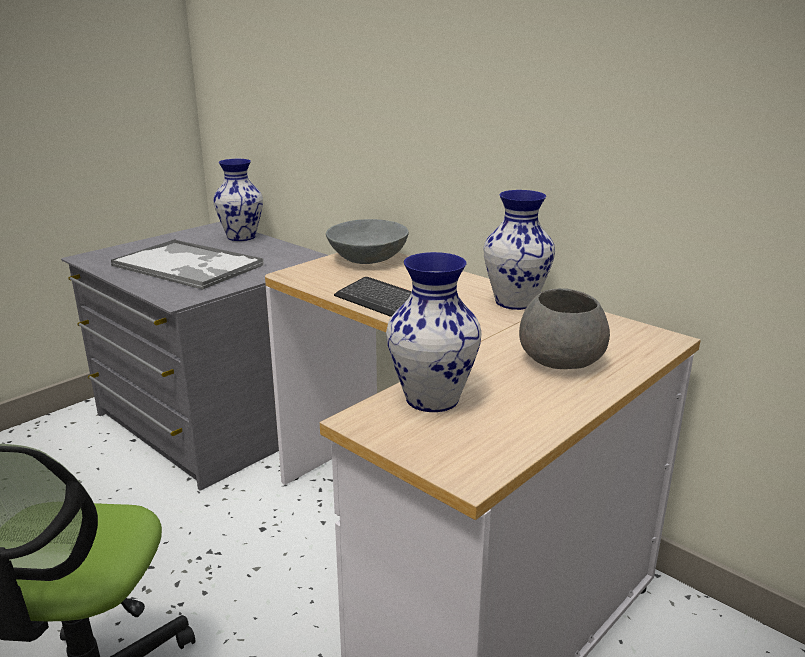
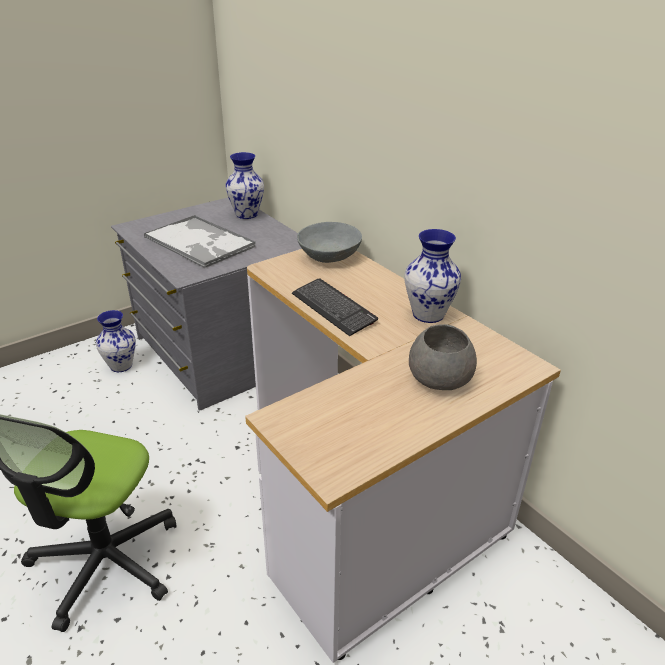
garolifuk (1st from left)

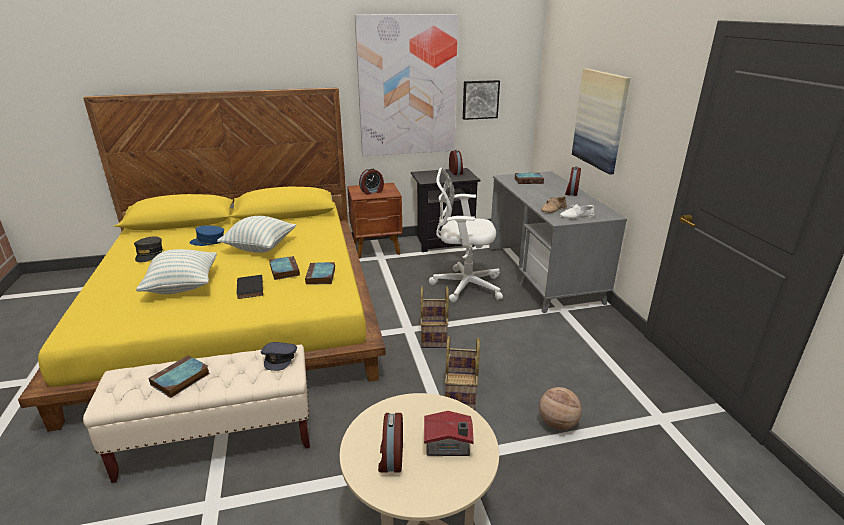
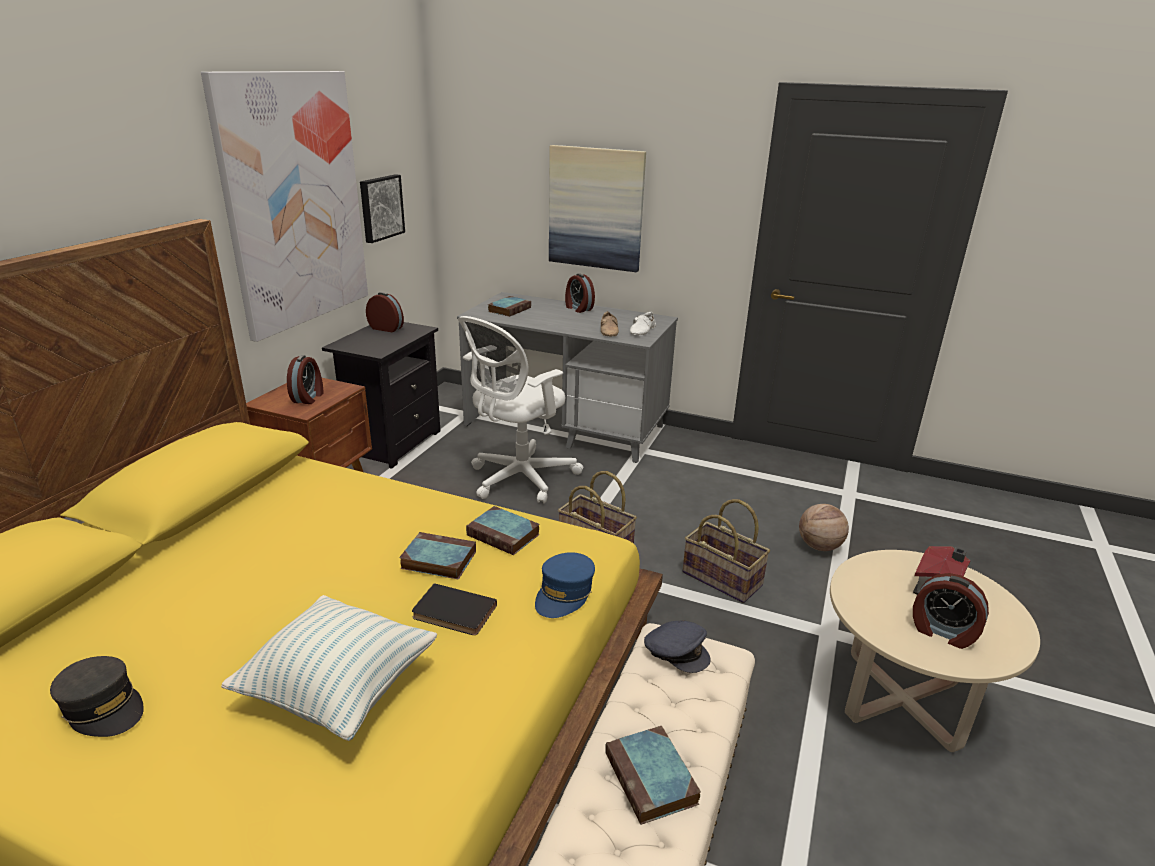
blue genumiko
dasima (2nd from left in the first image)

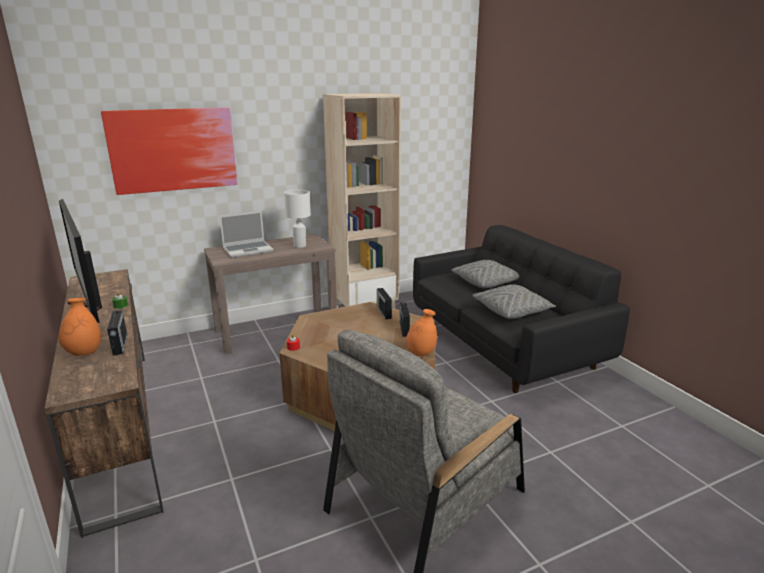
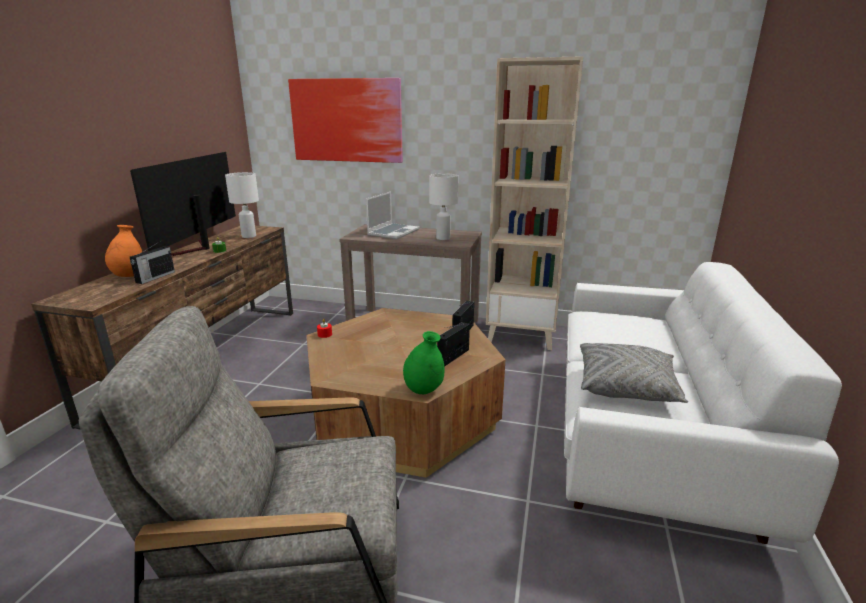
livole
green garolifuk
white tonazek
grey dasima (1st from left in the first image)
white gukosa (1st from left)

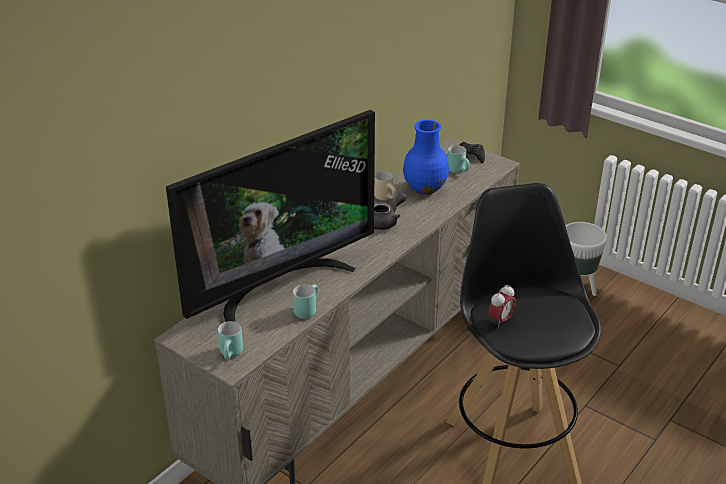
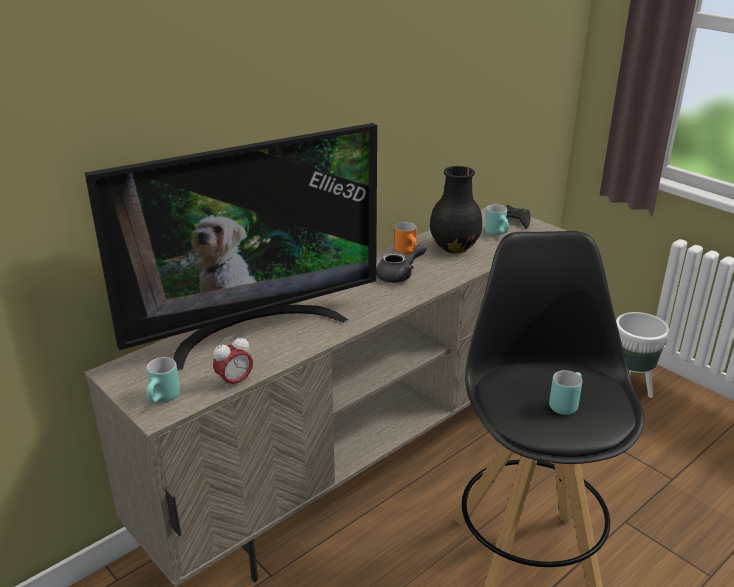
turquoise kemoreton (3rd from left)
orange kemoreton
black garolifuk
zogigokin

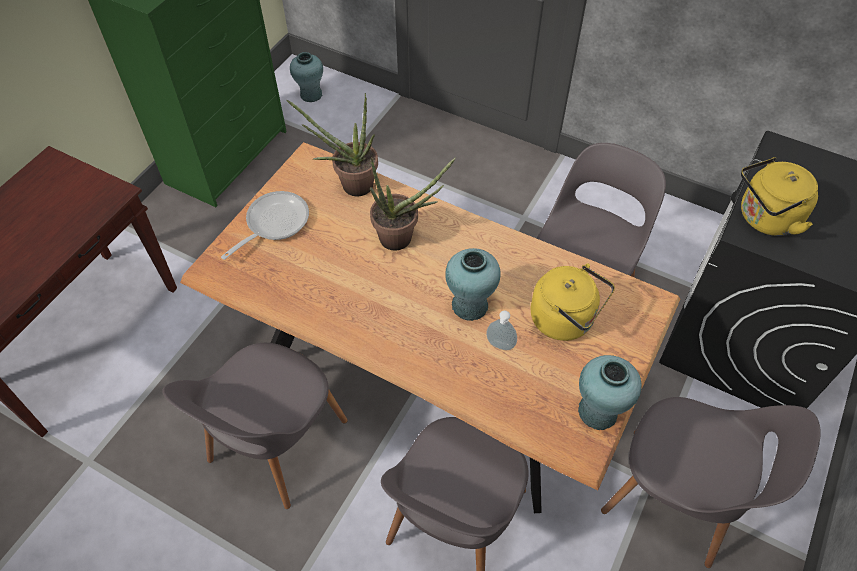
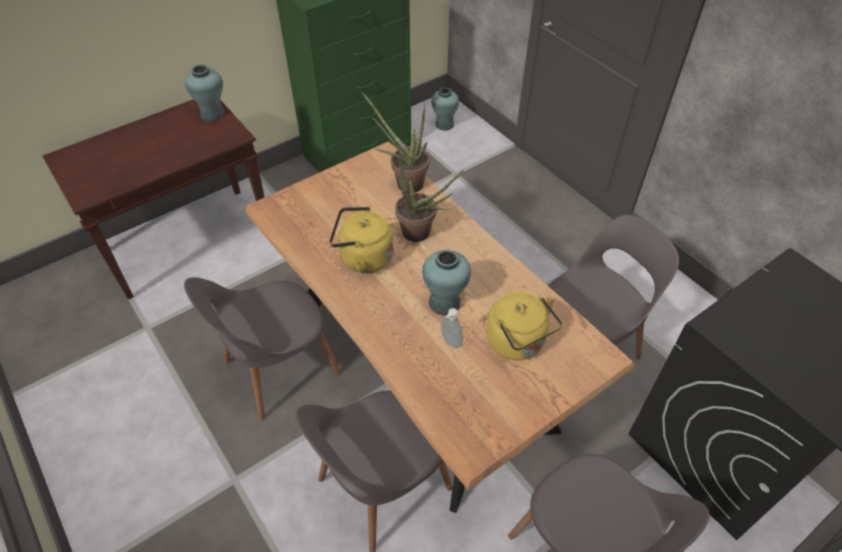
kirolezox
turquoise garolifuk (1st from left)
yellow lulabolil (1st from left)

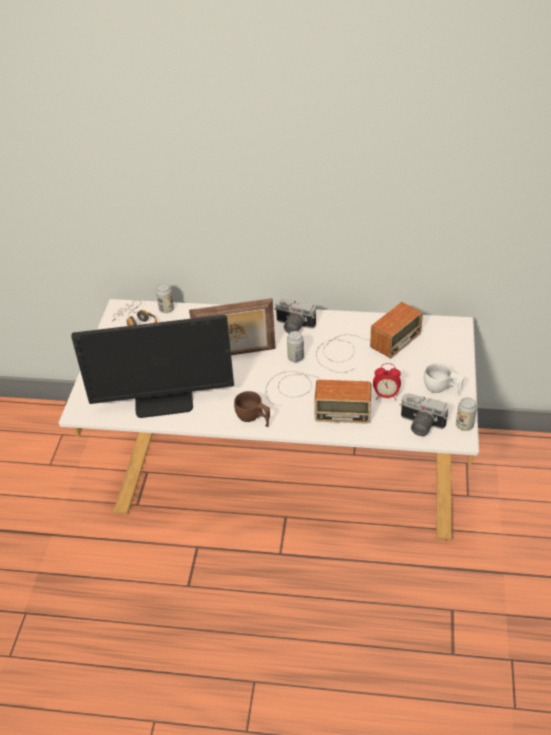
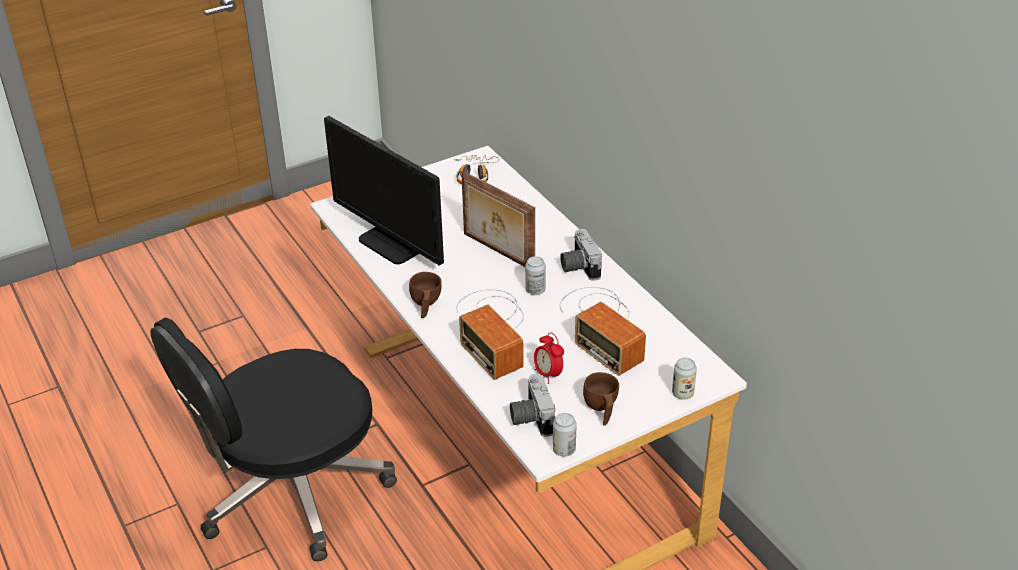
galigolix (3rd from left)
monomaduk (2nd from left)
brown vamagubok (2nd from left)
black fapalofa

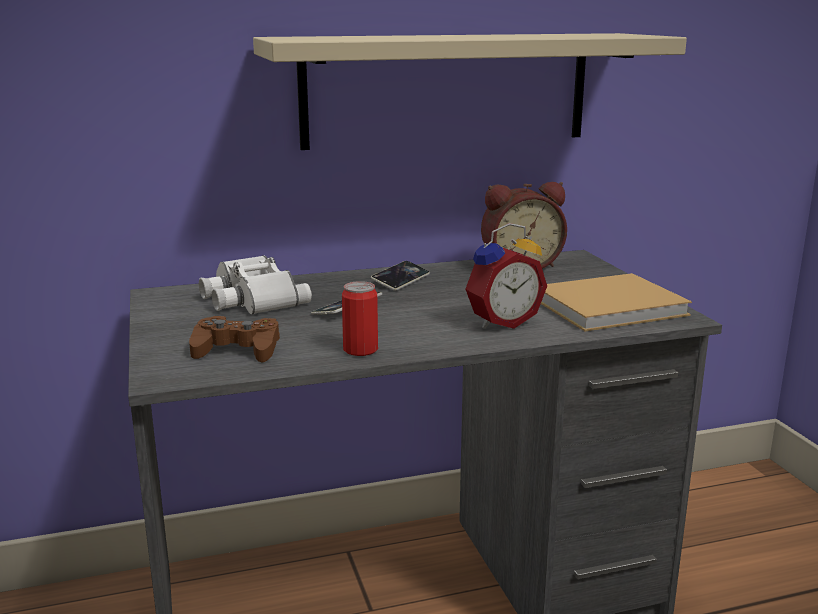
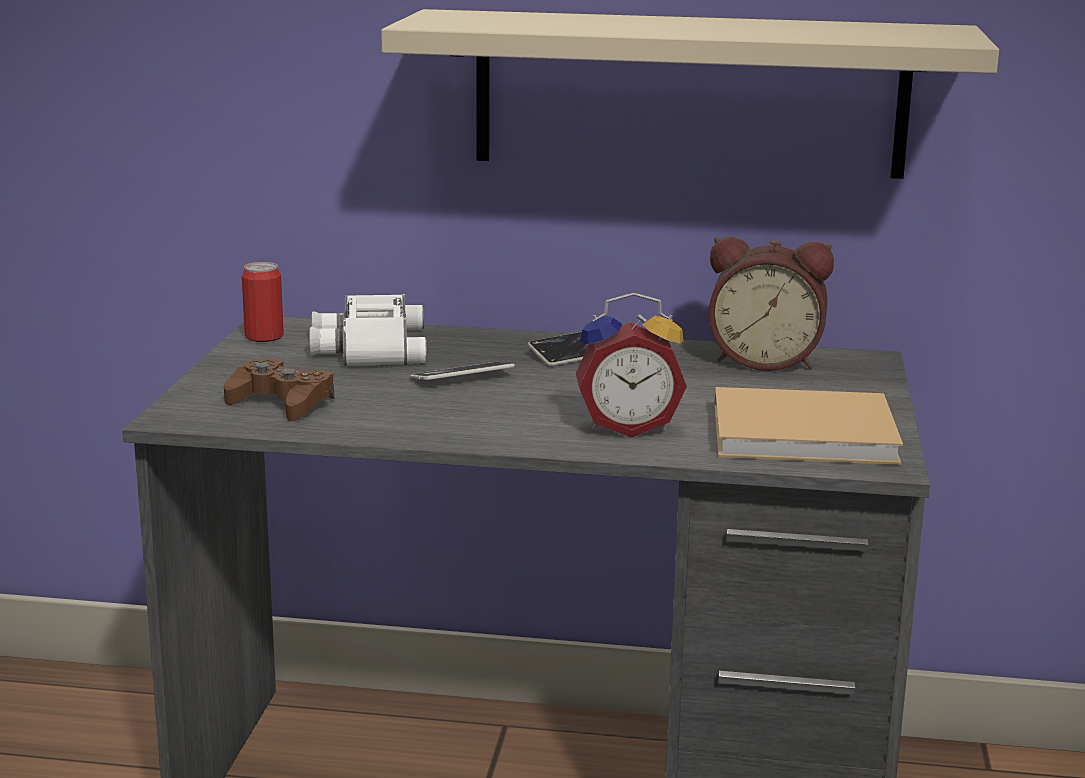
galigolix

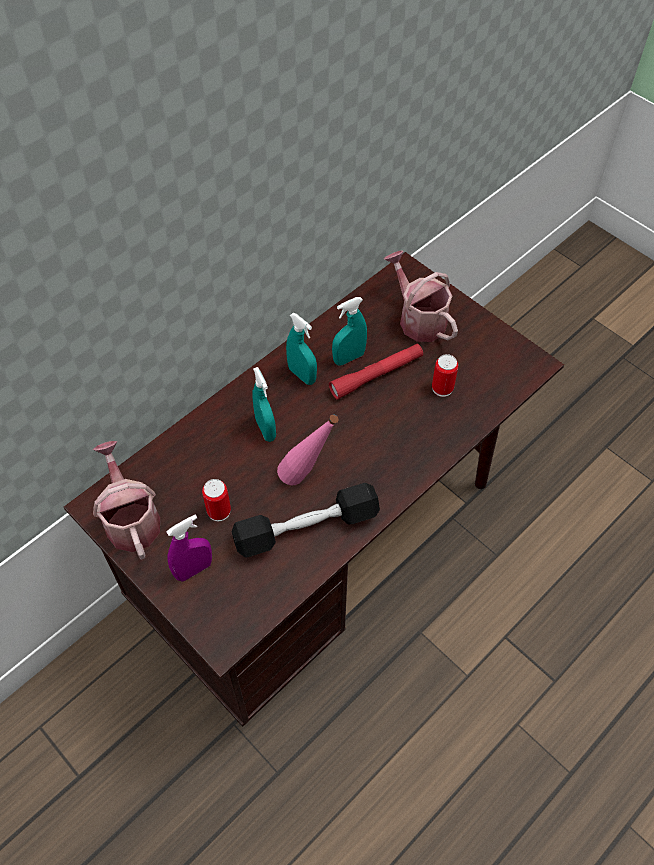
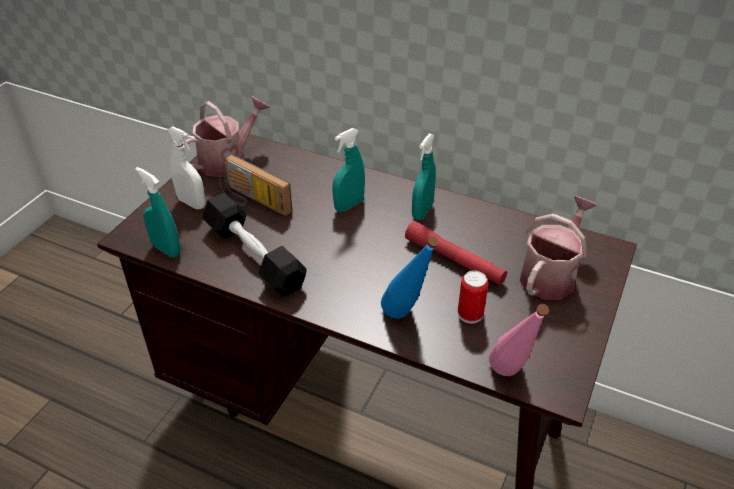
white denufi
monomaduk
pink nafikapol
turquoise denufi (1st from left)
blue nafikapol

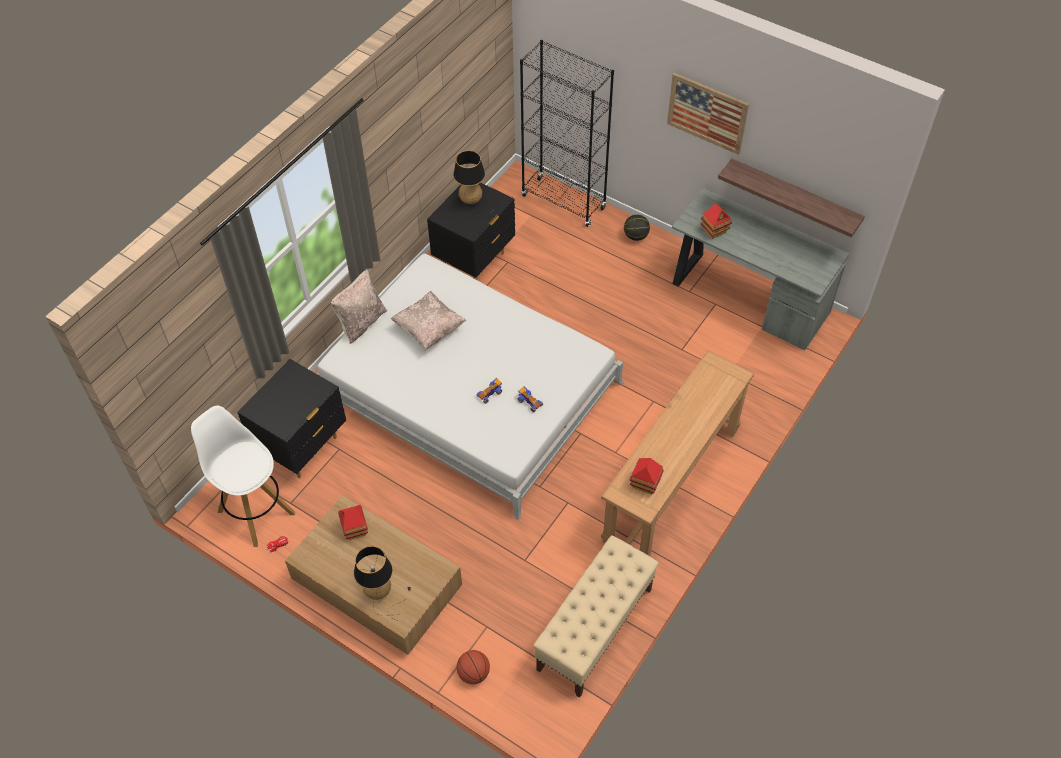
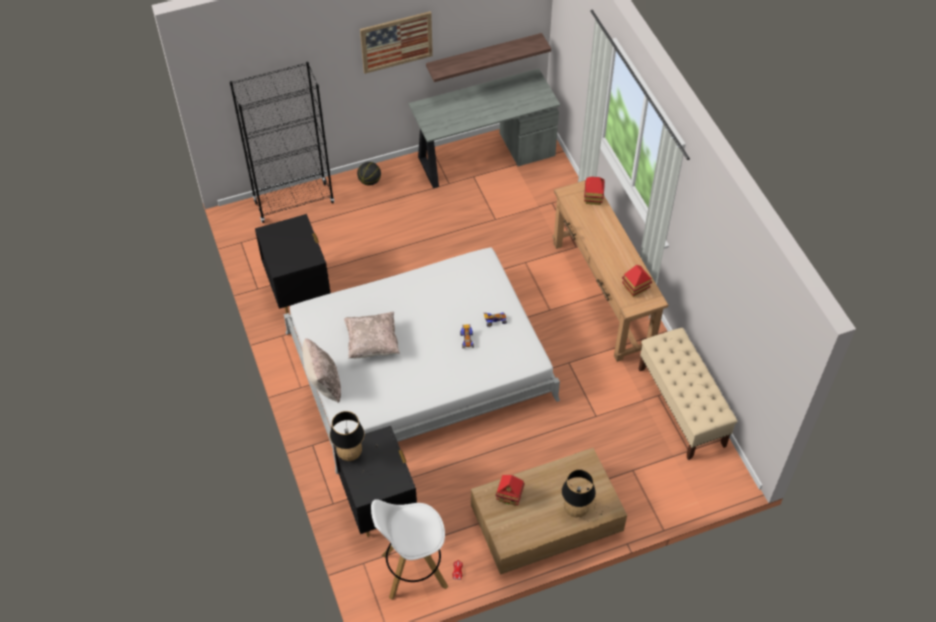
gukosa (1st from left)
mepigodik (1st from left in the first image)
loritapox (2nd from left)

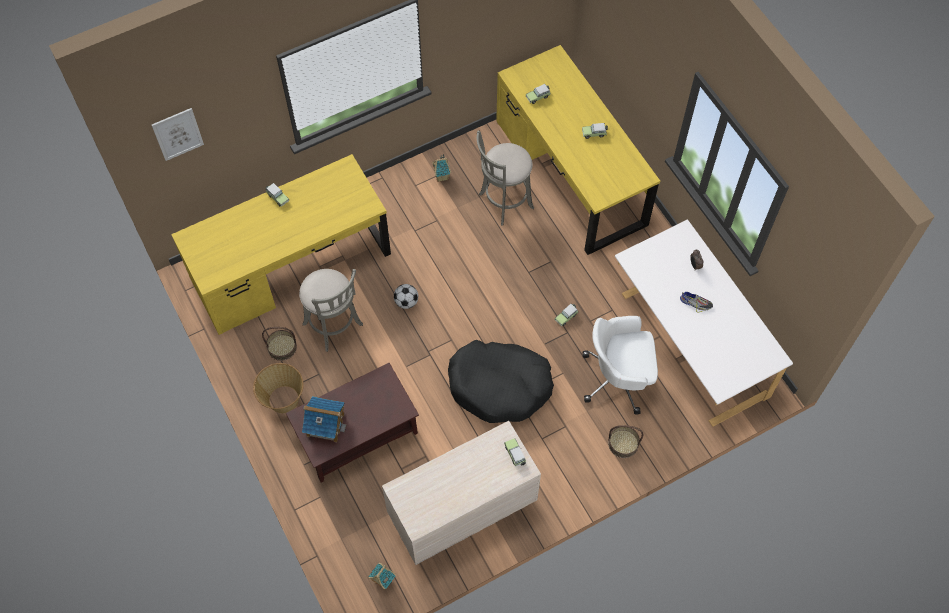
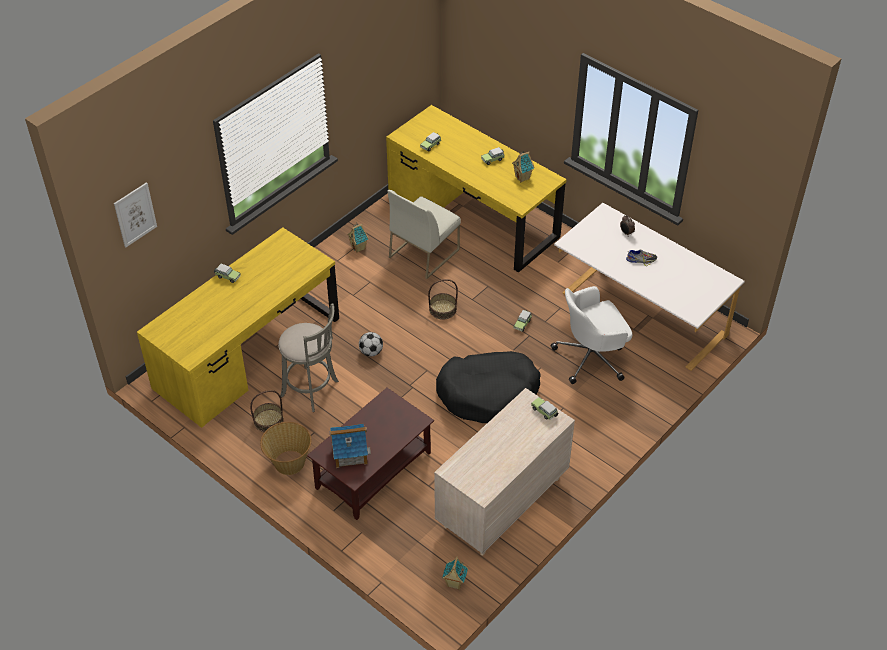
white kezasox
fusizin (3rd from left)
loritapox (4th from left)

